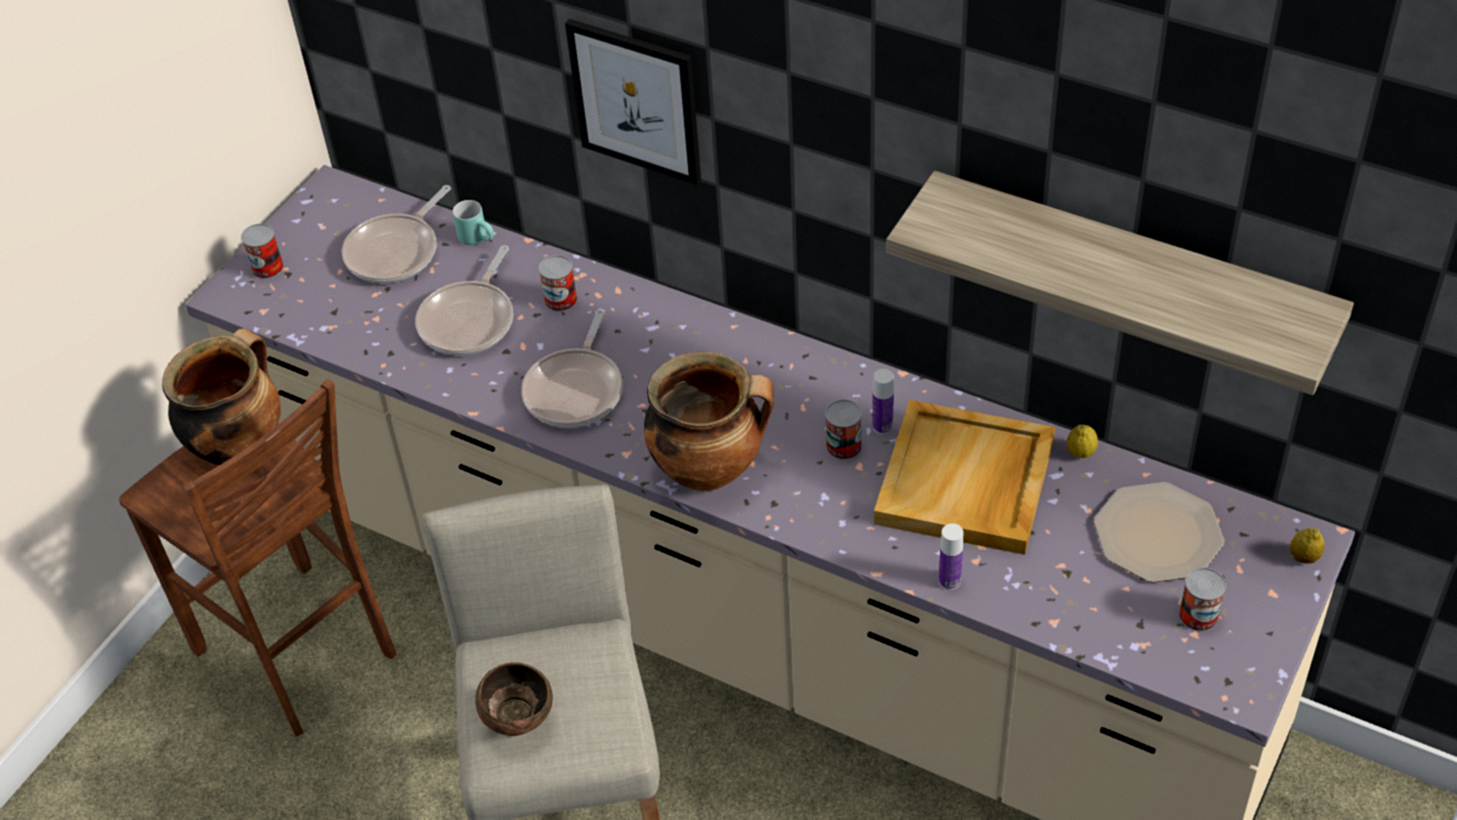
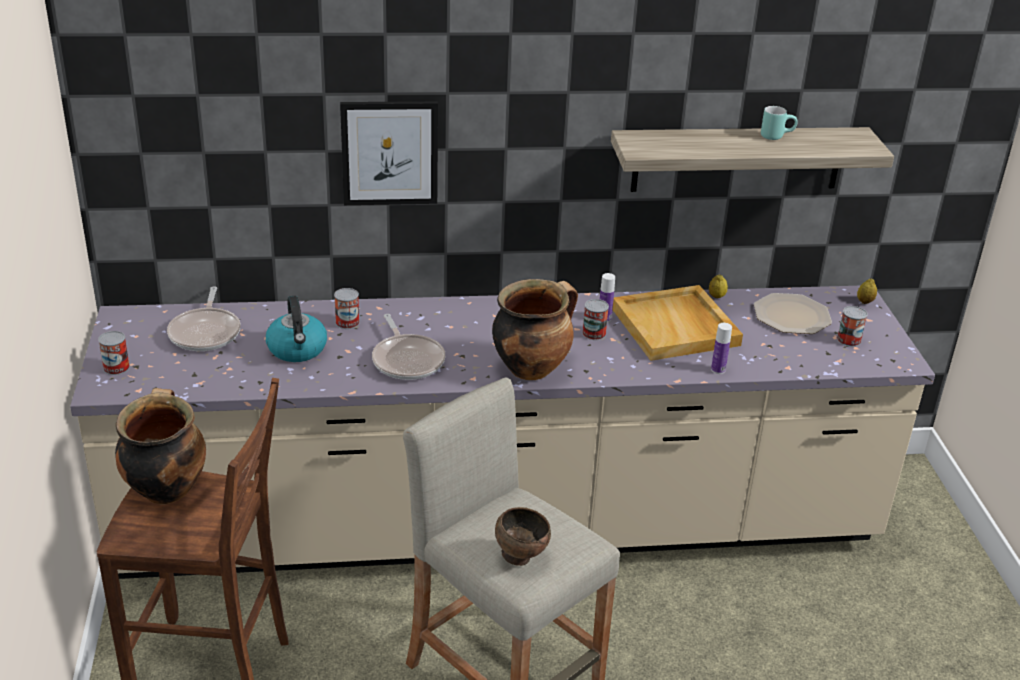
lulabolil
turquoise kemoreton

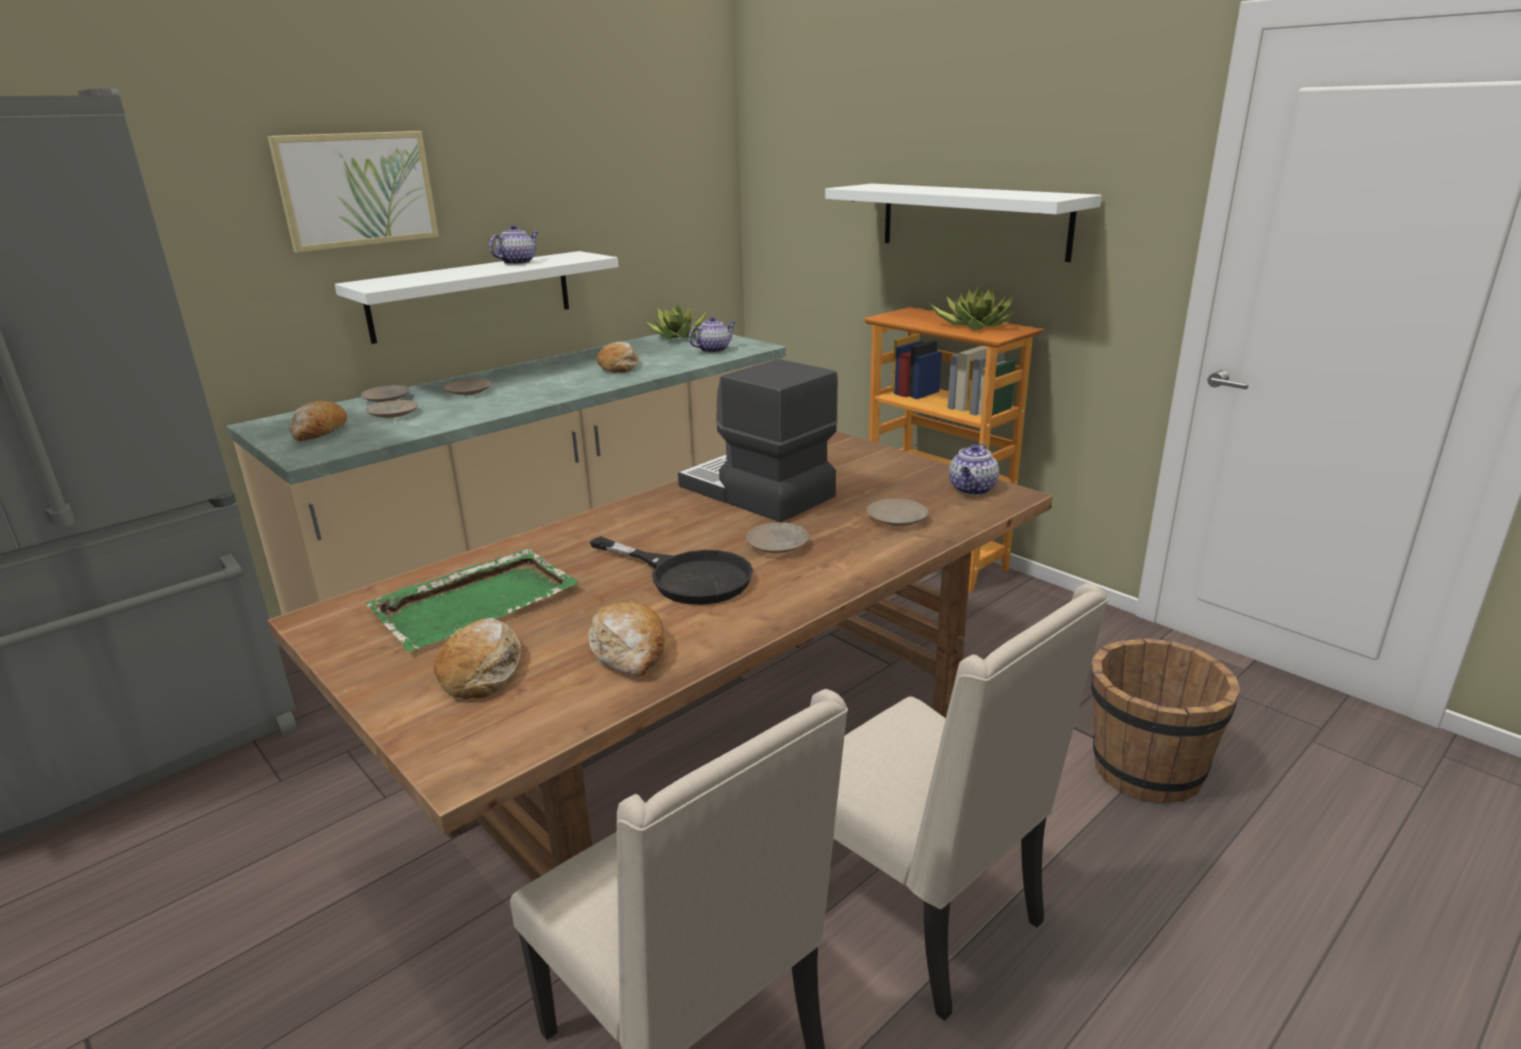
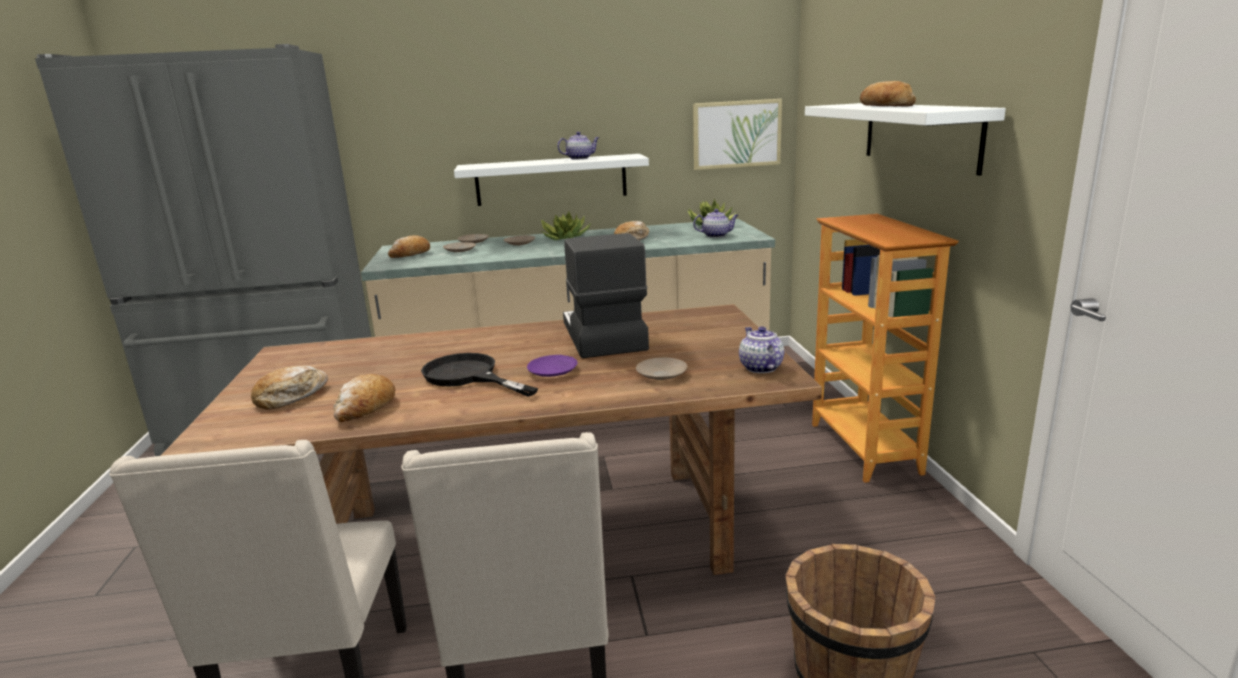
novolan
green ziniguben
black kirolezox
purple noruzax
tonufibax (1st from left)
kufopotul (3rd from left)
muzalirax (5th from left)

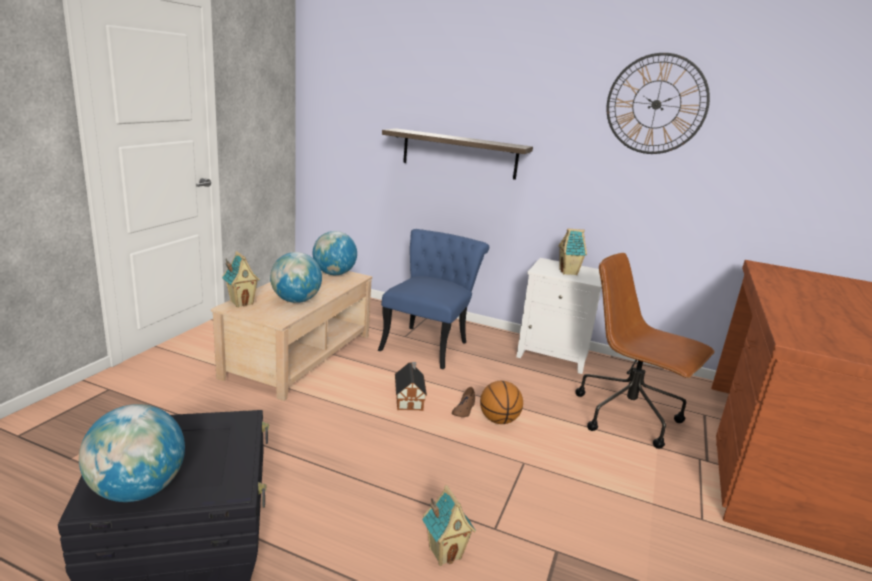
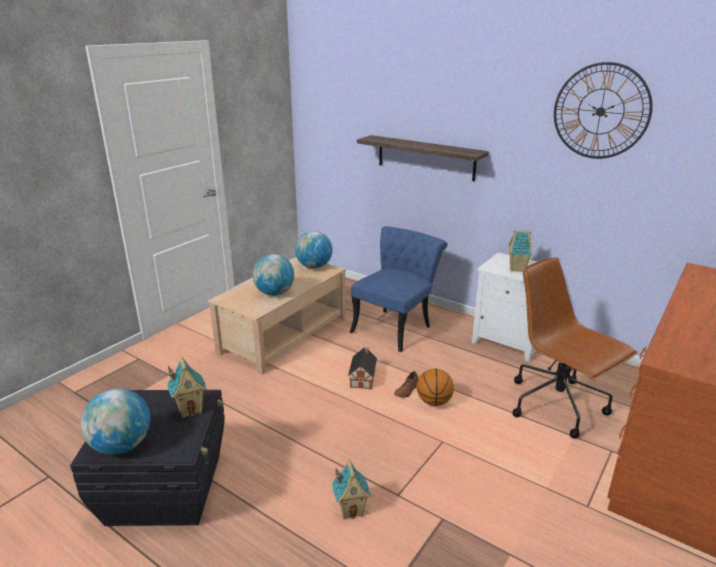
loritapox (1st from left)

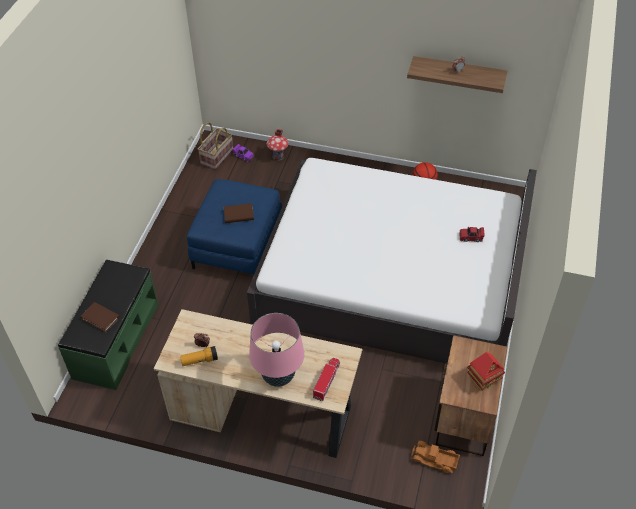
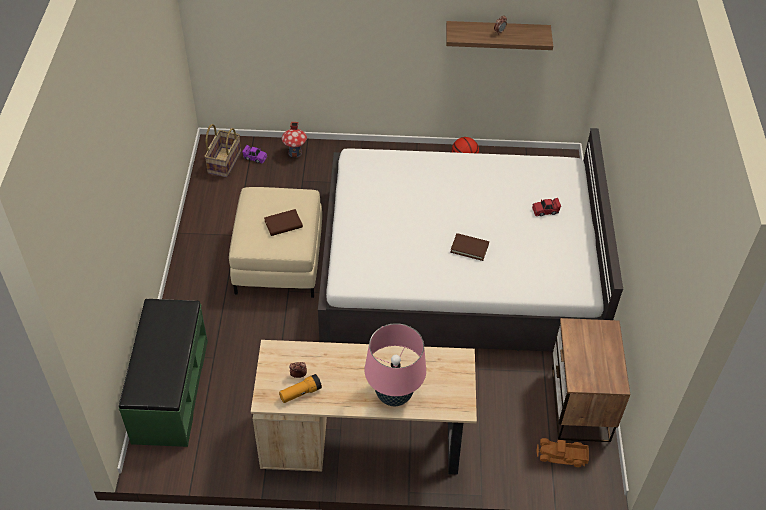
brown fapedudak (2nd from left)
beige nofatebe
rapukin (1st from left in the first image)
loritapox (2nd from left in the first image)

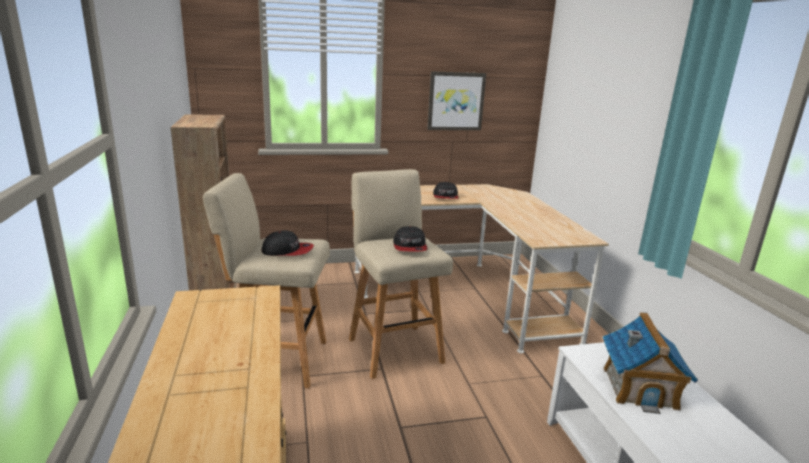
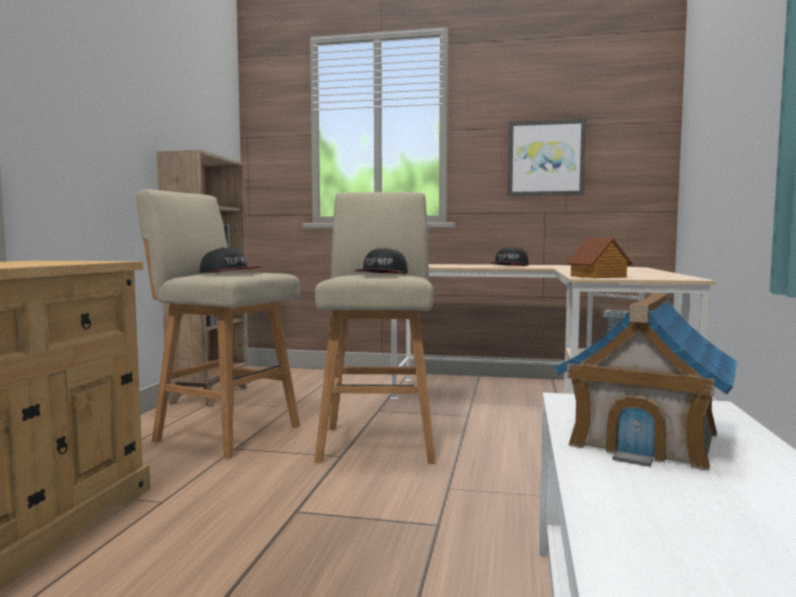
loritapox (1st from left)

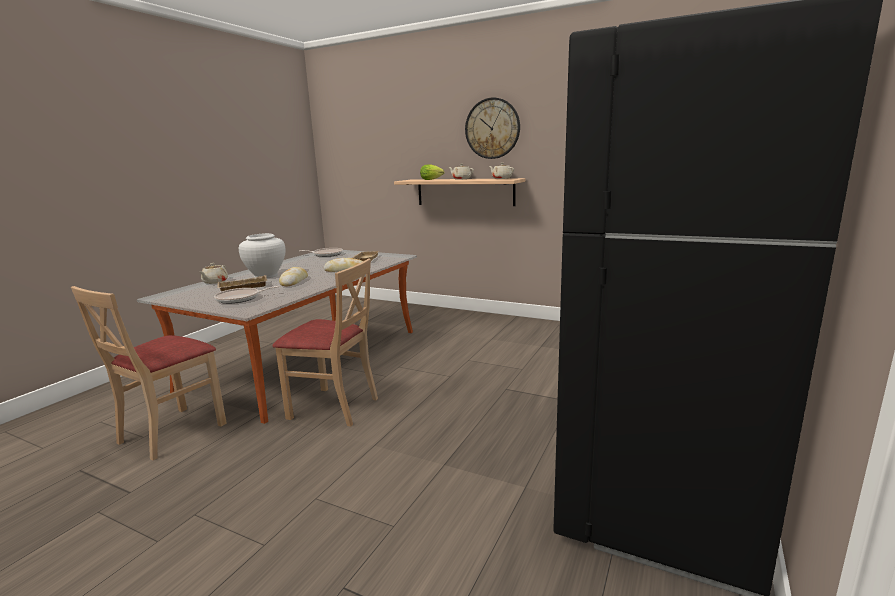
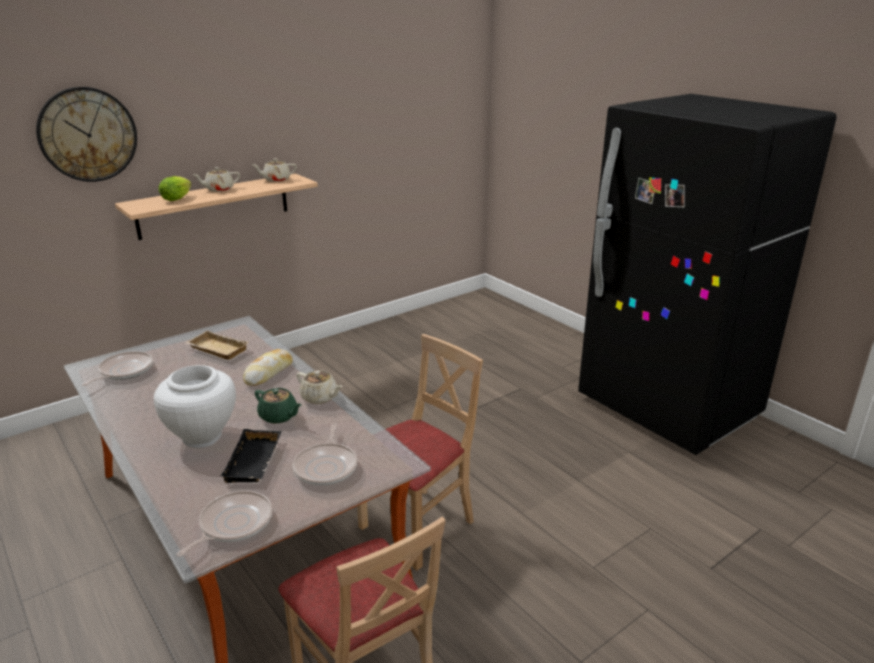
beige kufopotul (3rd from left)
black ziniguben
green kufopotul
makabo
kirolezox (2nd from left)

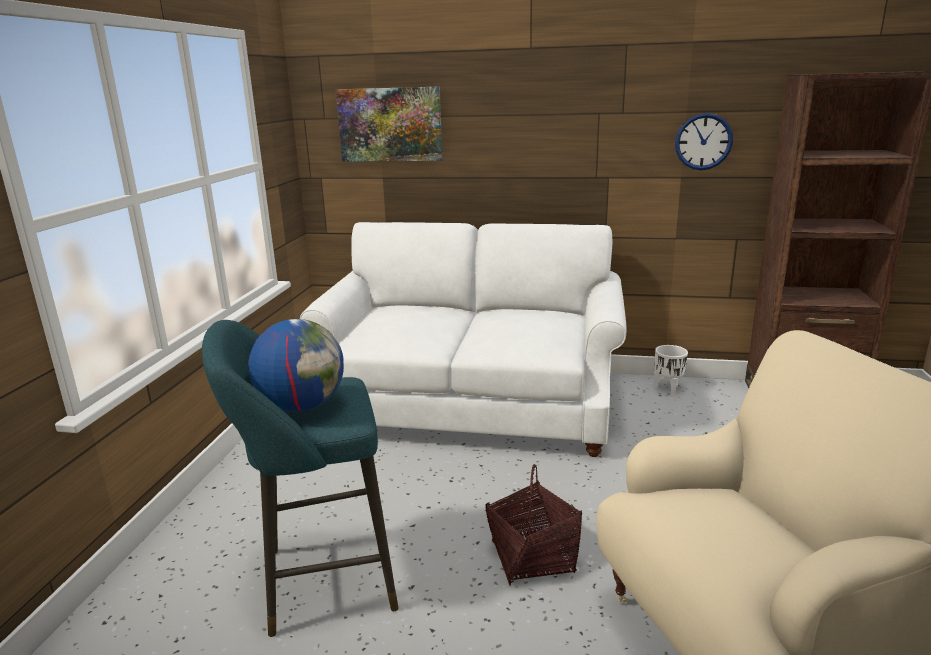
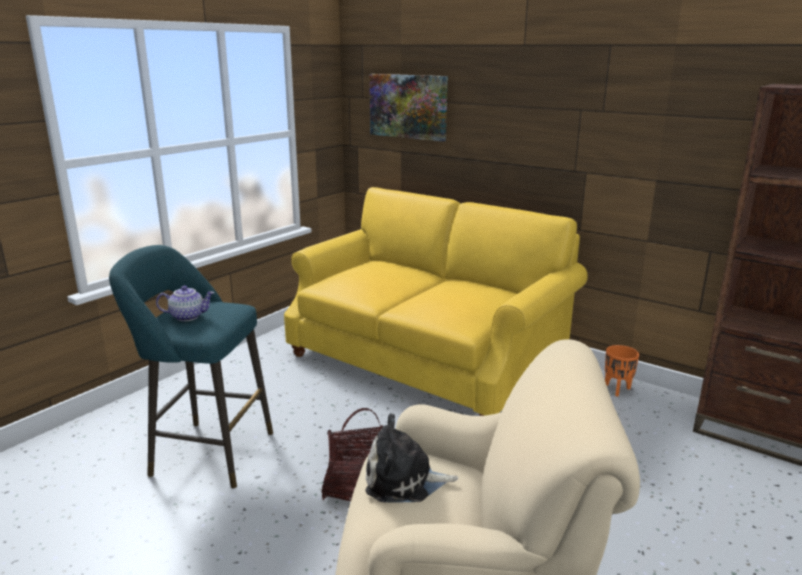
kufopotul
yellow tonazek
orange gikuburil
makabo
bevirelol

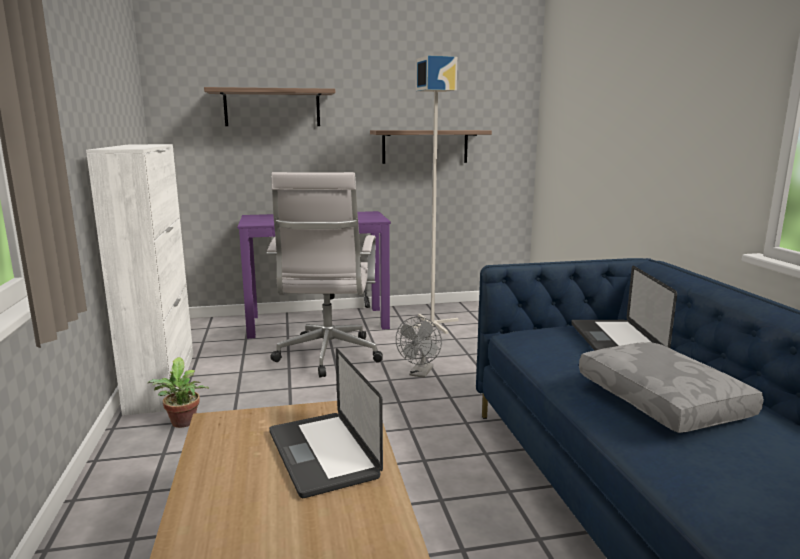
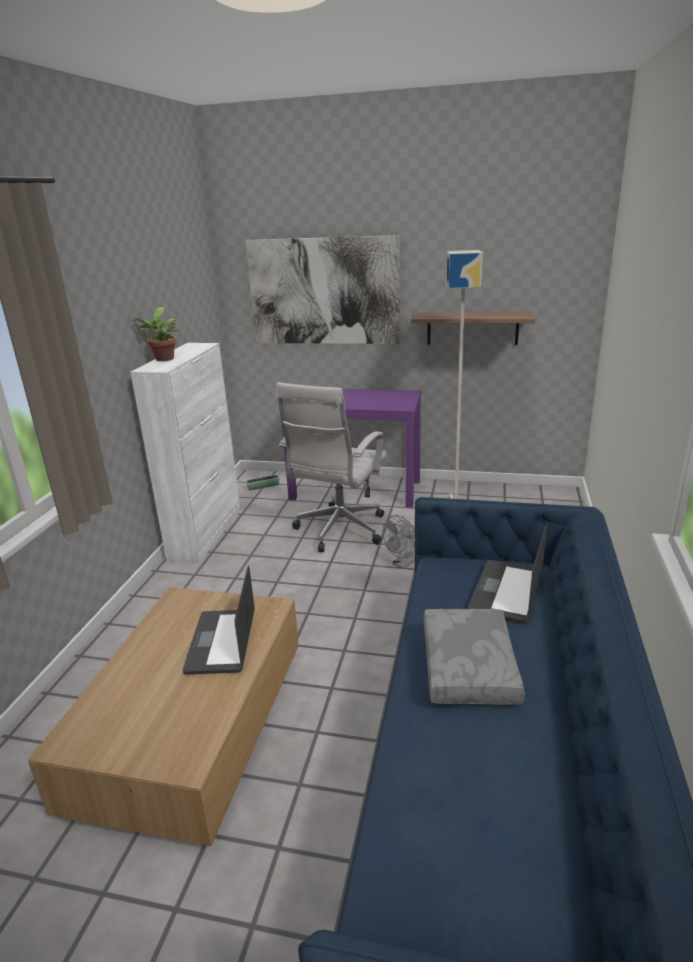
tonufibax
novolan
gikuburil

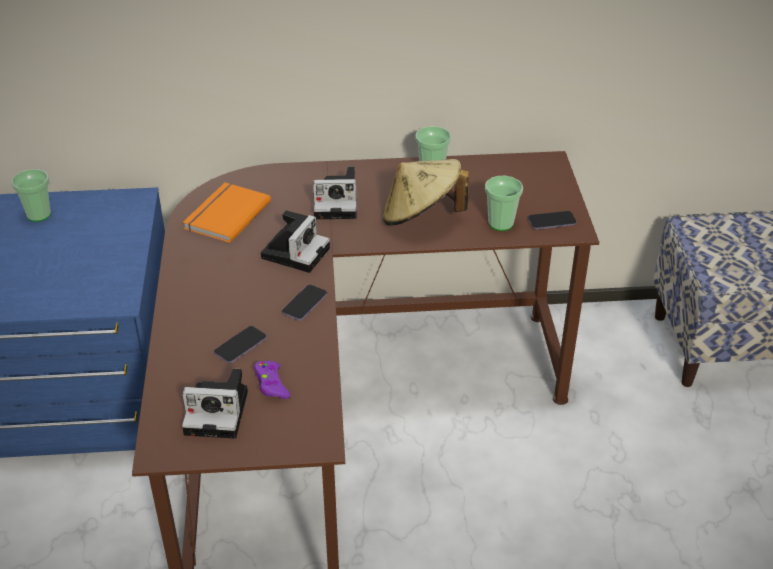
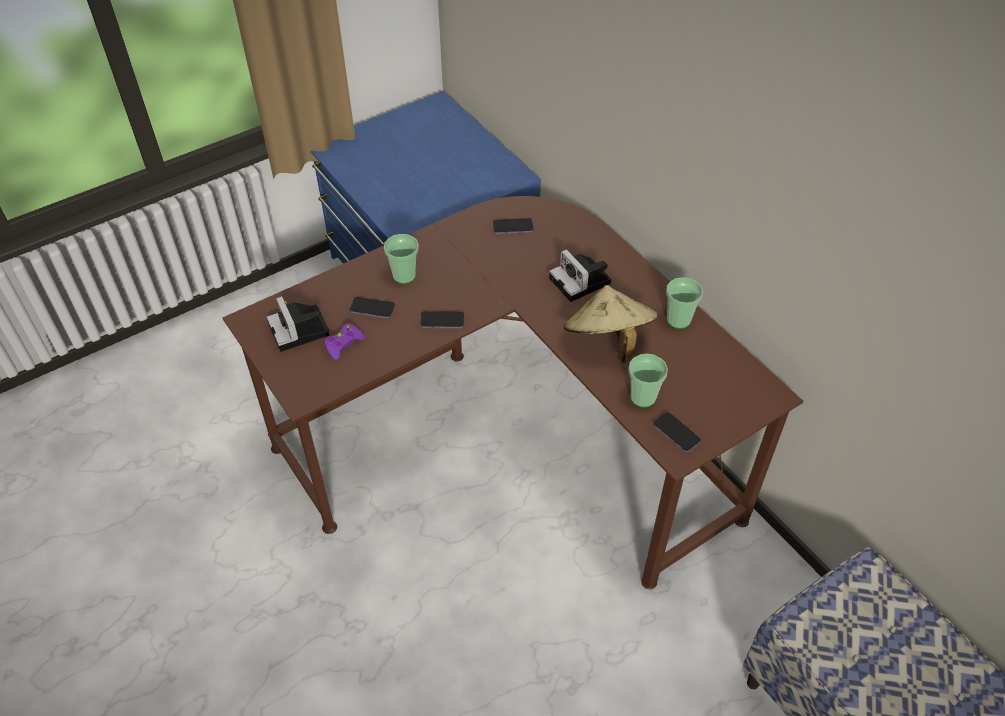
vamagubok (1st from left)
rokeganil (3rd from left)
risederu (2nd from left in the first image)

